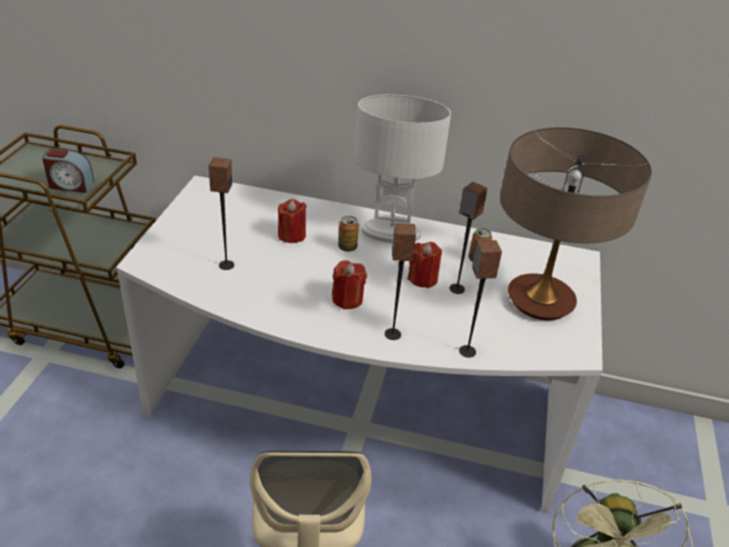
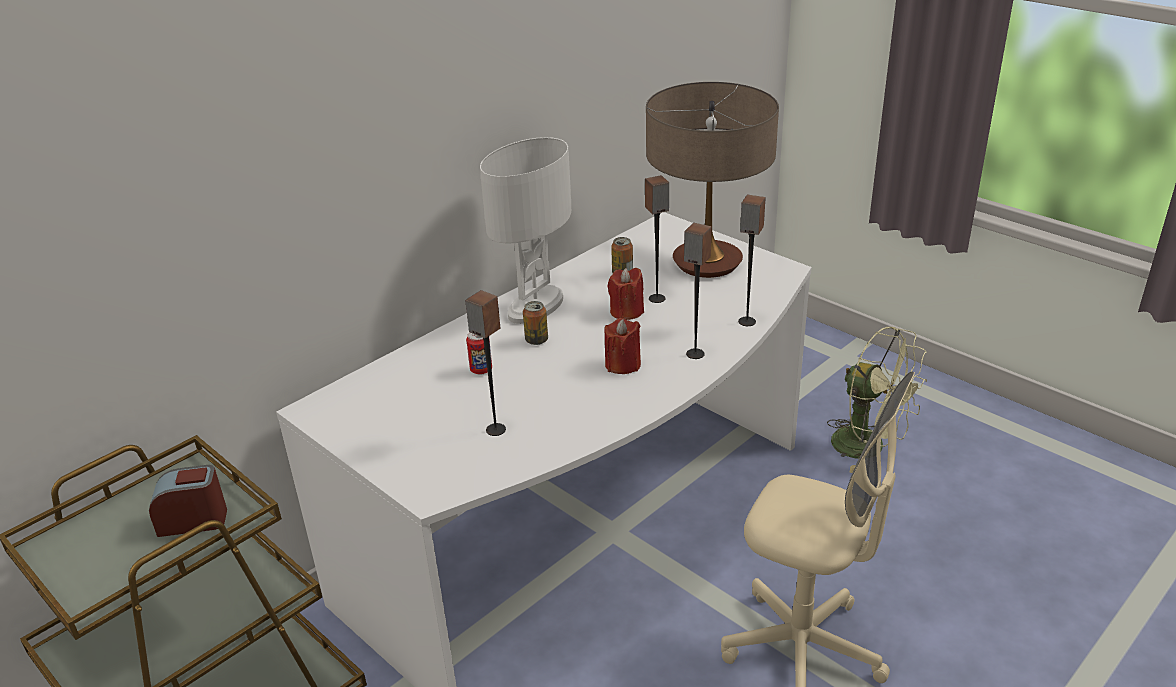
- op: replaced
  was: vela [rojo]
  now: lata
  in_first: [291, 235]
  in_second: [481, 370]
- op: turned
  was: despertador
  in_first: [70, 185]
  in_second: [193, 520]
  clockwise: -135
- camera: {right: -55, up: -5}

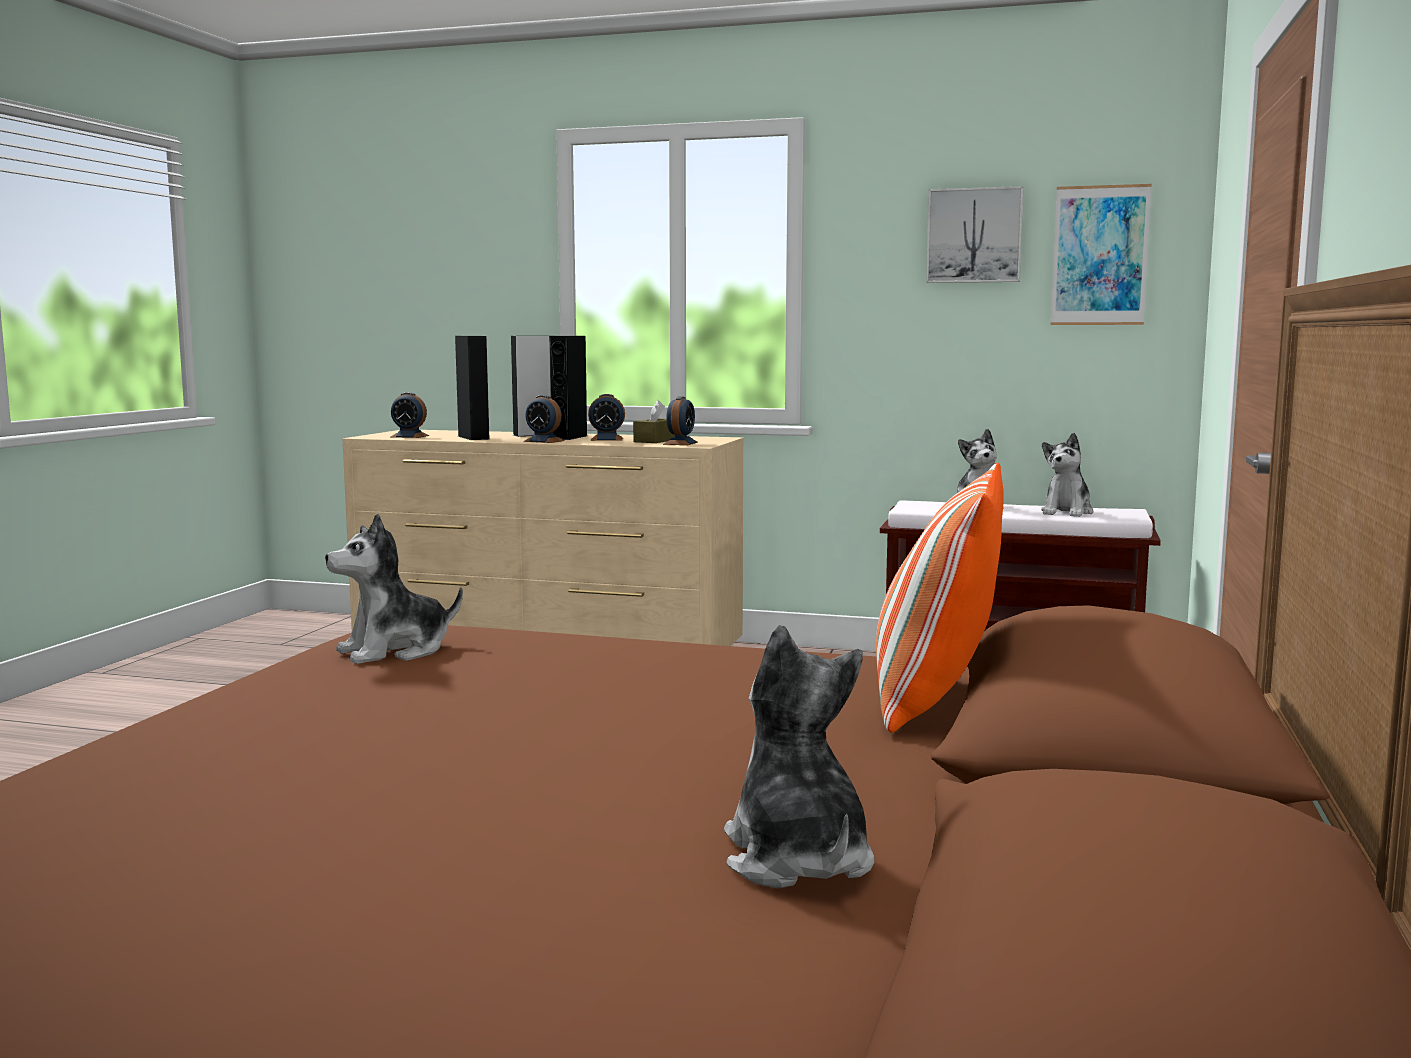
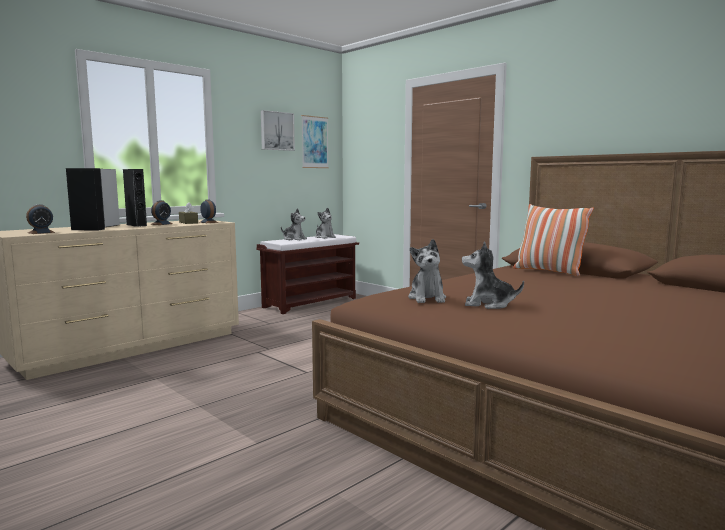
- op: removed
  was: despertador
  in_first: [544, 441]
- op: moved
  was: peluche
  in_first: [797, 860]
  in_second: [488, 304]
- camera: {right: -60, up: 0}

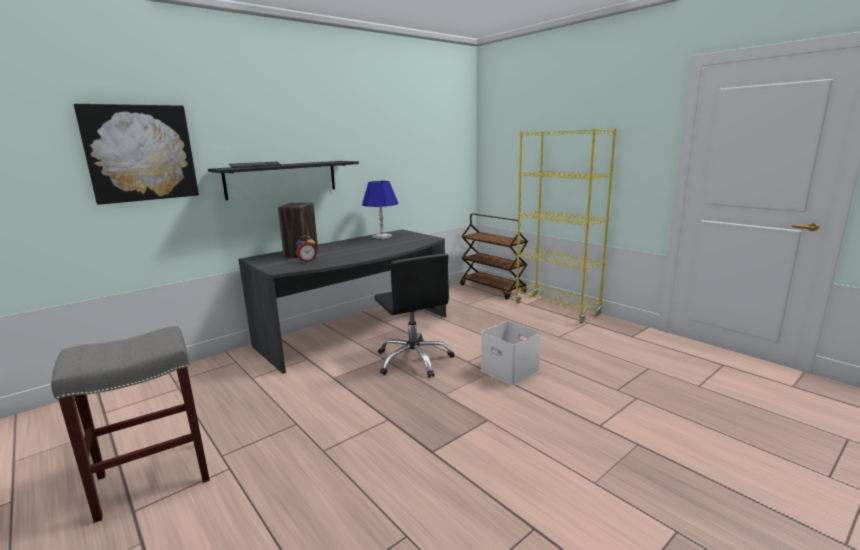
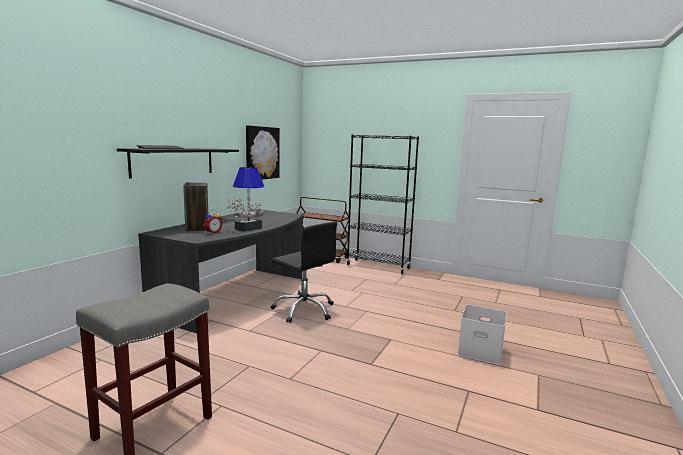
- op: added
  now: planta en maceta
  in_second: [245, 229]
- op: moved
  was: cuadro
  in_first: [140, 153]
  in_second: [262, 153]
- op: moved
  was: caja de almacenaje [blanco]
  in_first: [511, 371]
  in_second: [481, 351]
- op: recoloured
  was: estantería [amarillo]
  now: estantería [negro]
  in_first: [556, 309]
  in_second: [378, 267]
- camera: {right: -25, up: -5}

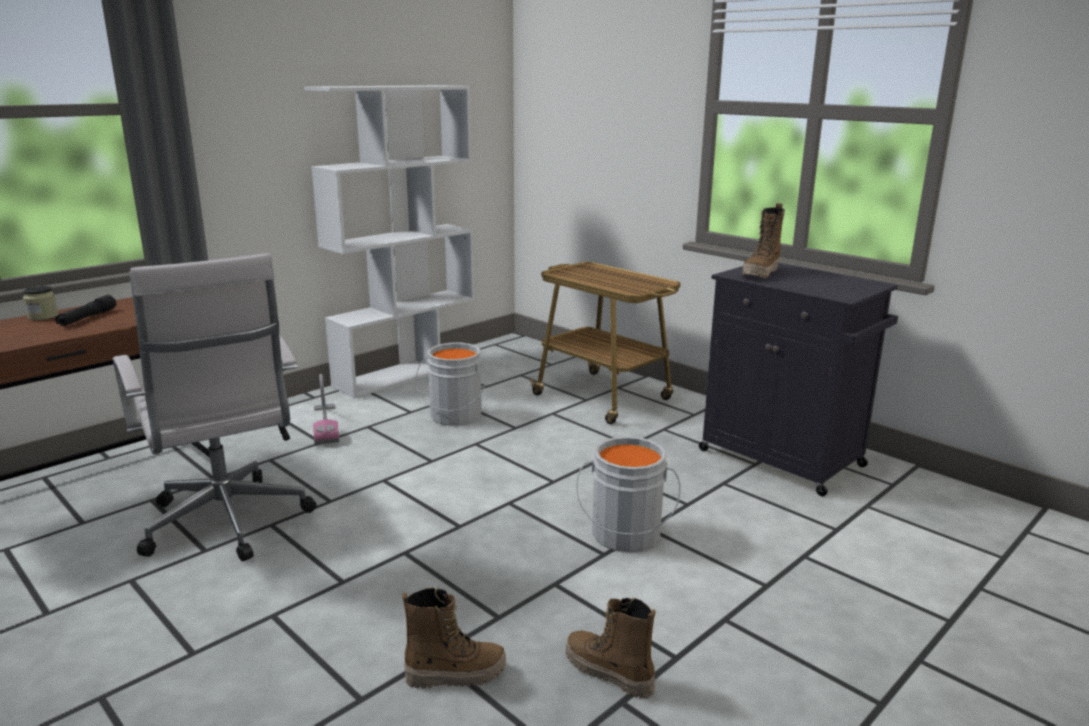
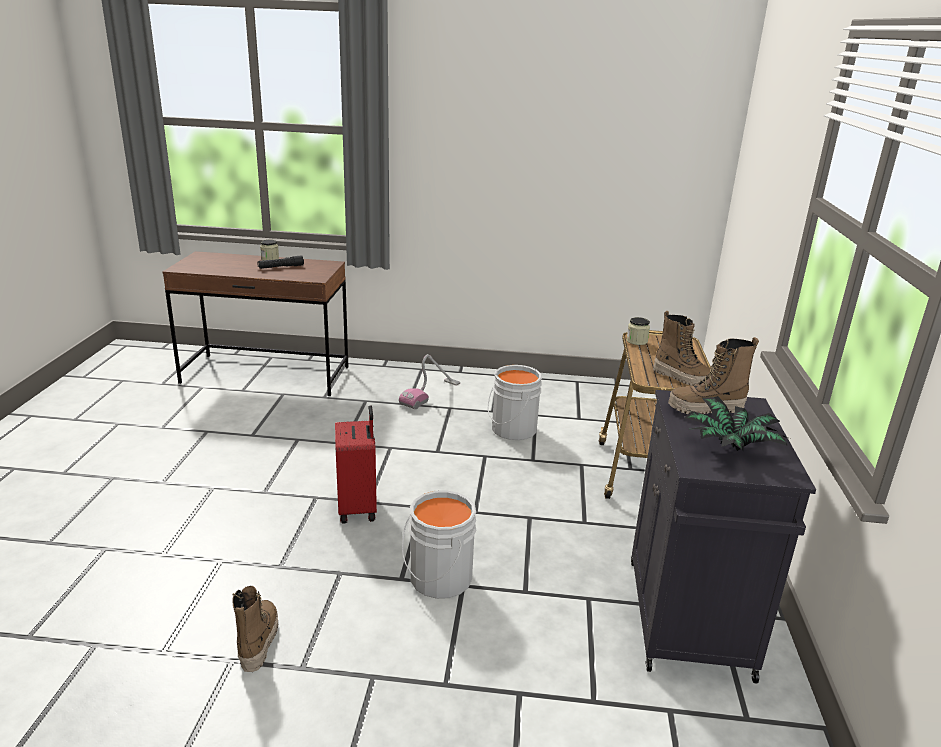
- op: removed
  was: silla de oficina [blanco]
  in_first: [228, 525]
- op: removed
  was: estantería [blanco]
  in_first: [406, 372]
- op: added
  now: maleta [rojo]
  in_second: [358, 508]
- op: added
  now: tarro
  in_second: [636, 341]
- op: added
  now: planta en maceta
  in_second: [729, 447]
- op: moved
  was: bota
  in_first: [456, 674]
  in_second: [682, 377]
- camera: {right: 50, up: 5}

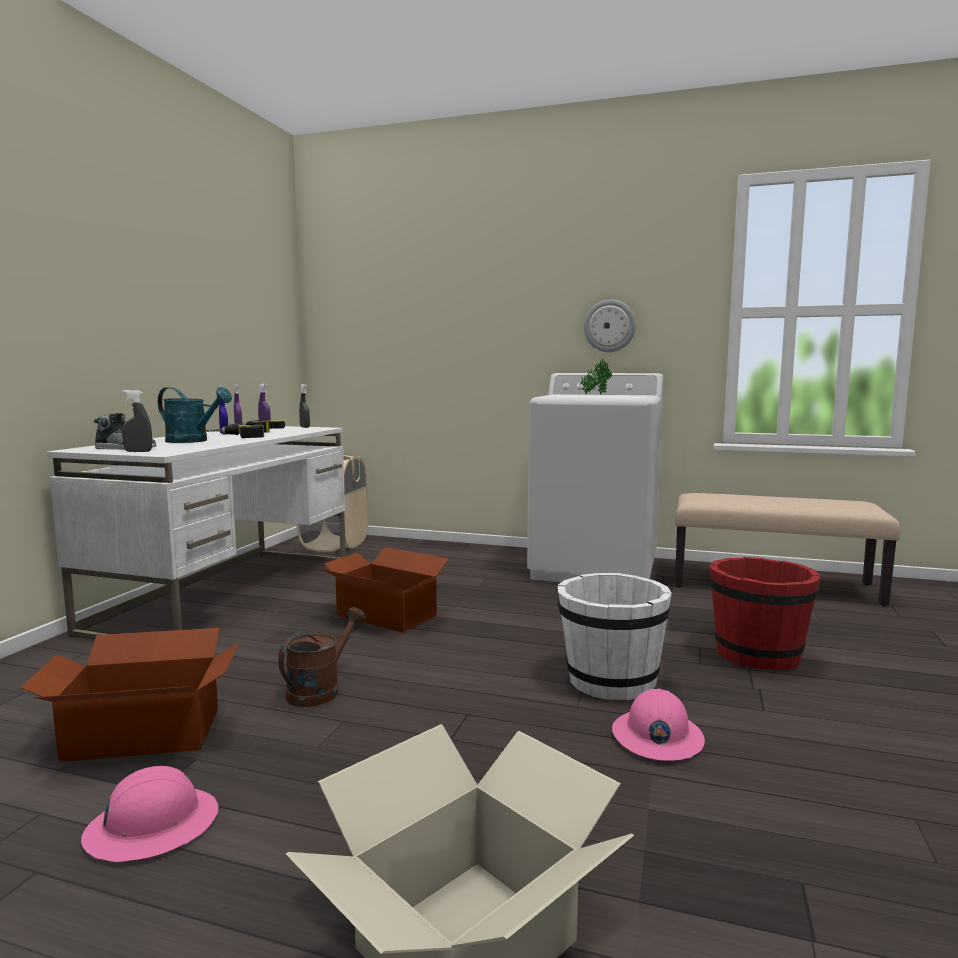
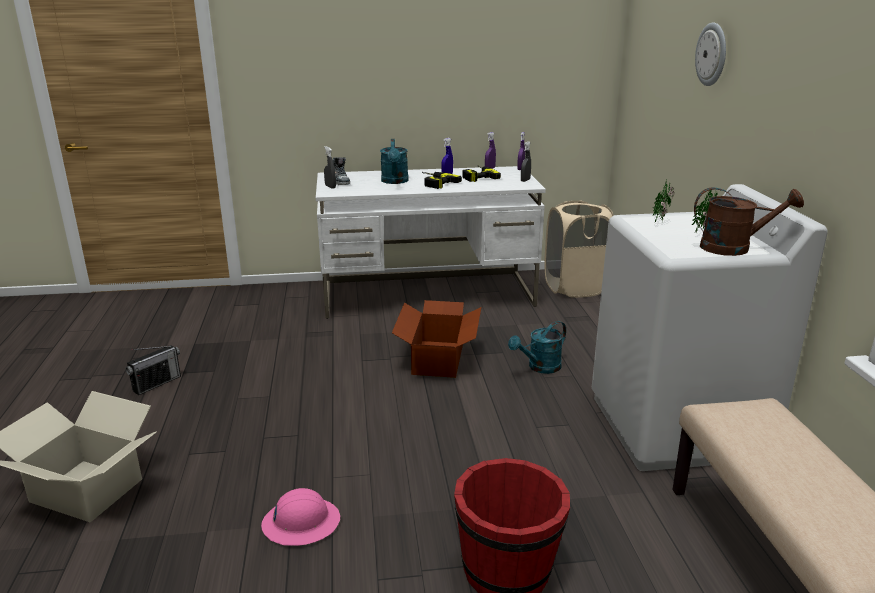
- op: removed
  was: caja de cartón
  in_first: [143, 733]
- op: removed
  was: cubo [blanco]
  in_first: [610, 681]
- op: added
  now: regadera [turquesa]
  in_second: [540, 367]
- op: added
  now: planta en maceta
  in_second: [659, 220]
- op: moved
  was: regadera [marrón]
  in_first: [320, 689]
  in_second: [734, 248]
- op: moved
  was: reloj de pared
  in_first: [609, 326]
  in_second: [712, 54]
- op: replaced
  was: casco [rosa]
  now: radio
  in_first: [152, 826]
  in_second: [157, 383]
- camera: {right: 65, up: 15}

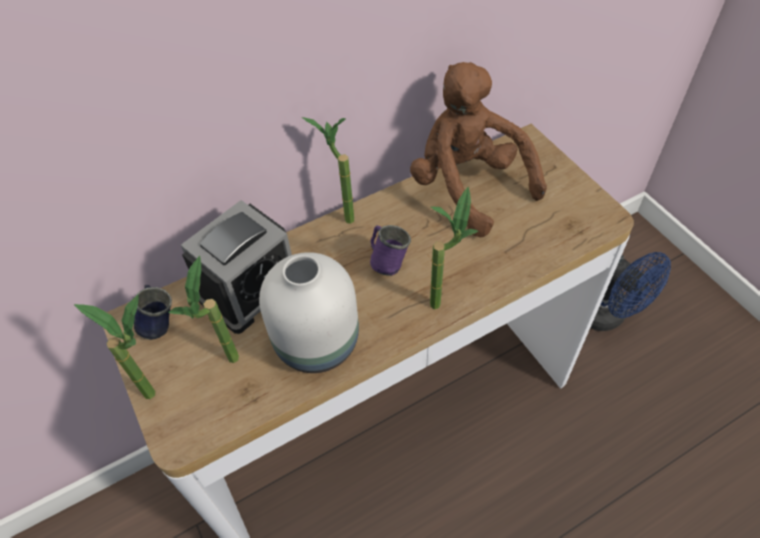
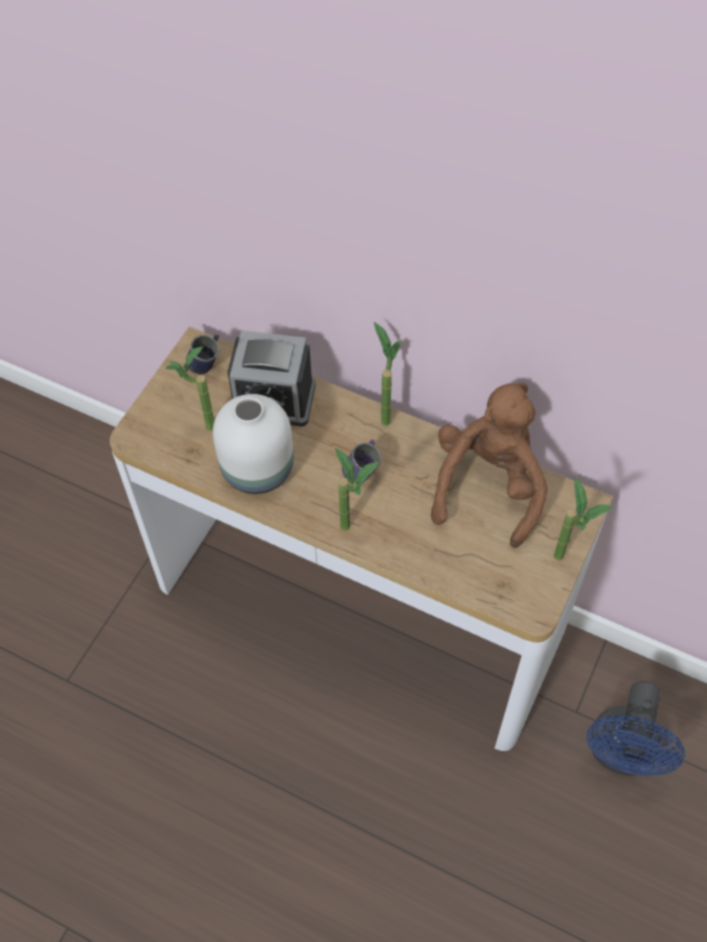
- op: moved
  was: planta en maceta
  in_first: [162, 392]
  in_second: [566, 563]
- camera: {right: 55, up: 5}

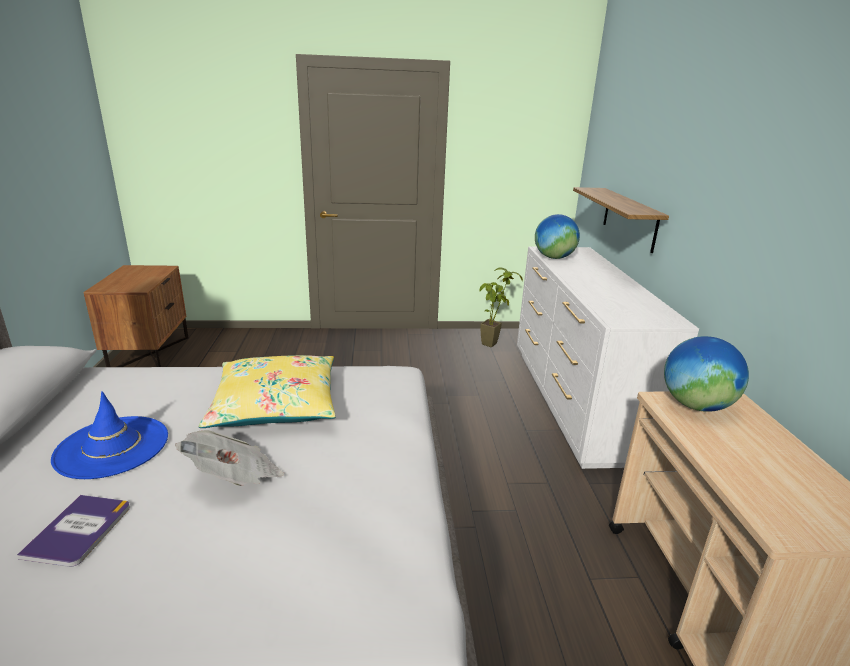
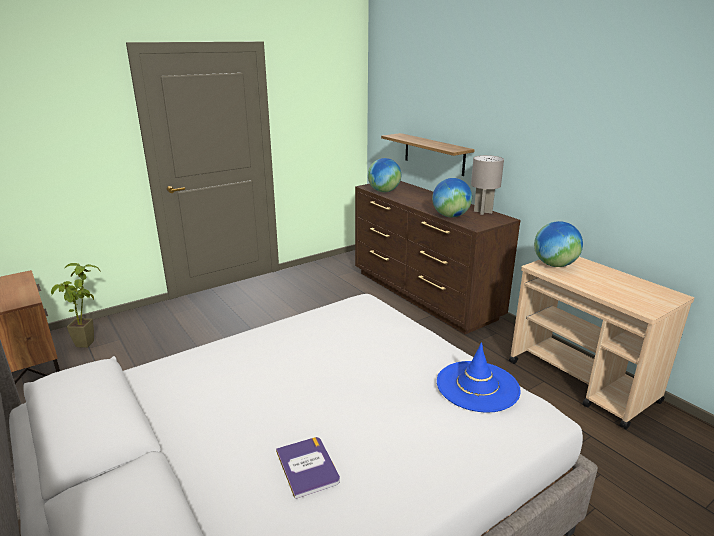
- op: removed
  was: periódico
  in_first: [235, 478]
- op: removed
  was: cojín [amarillo]
  in_first: [275, 404]
- op: added
  now: globo terráqueo
  in_second: [450, 216]
- op: added
  now: lámpara de mesa [gris]
  in_second: [482, 212]
- op: moved
  was: sombrero [azul]
  in_first: [112, 447]
  in_second: [477, 386]
- op: moved
  was: planta en maceta
  in_first: [493, 343]
  in_second: [90, 341]
- op: recoloured
  was: cómoda [blanco]
  now: cómoda [marrón]
  in_first: [574, 402]
  in_second: [424, 295]
- camera: {right: -30, up: 0}

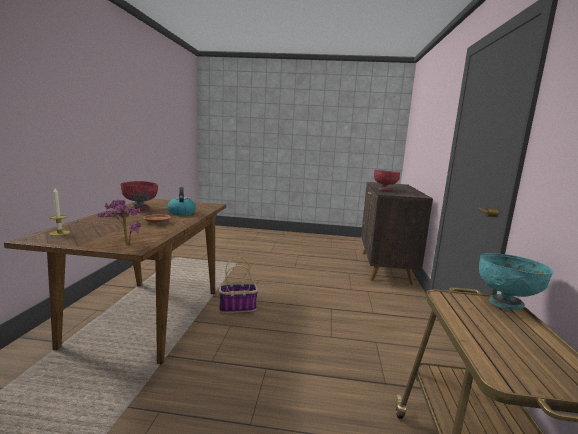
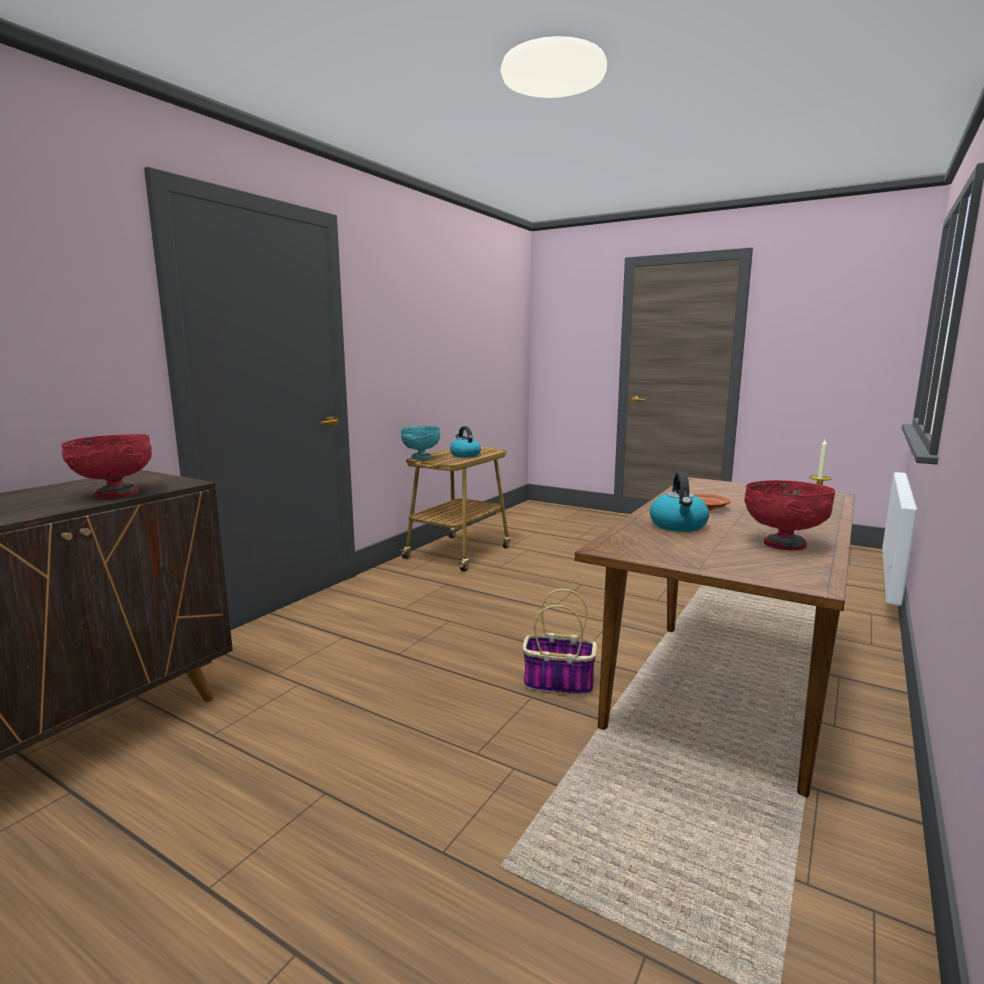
- op: removed
  was: planta en maceta
  in_first: [123, 244]
- op: added
  now: hervidor
  in_second: [465, 455]
- camera: {right: -155, up: 0}

